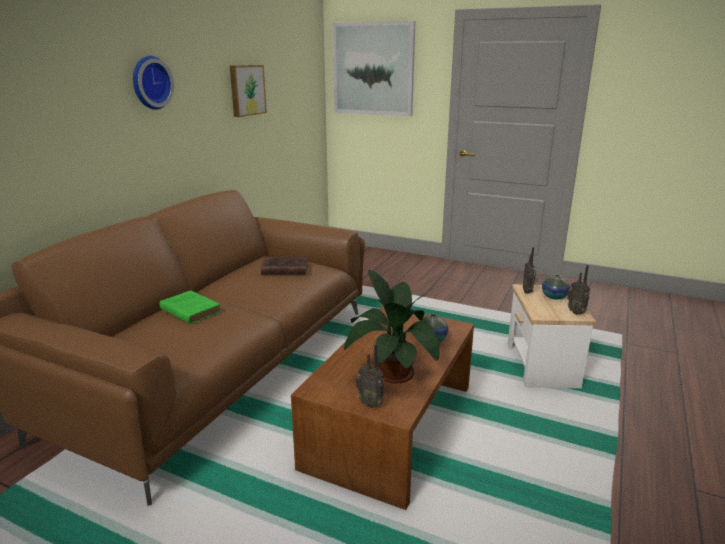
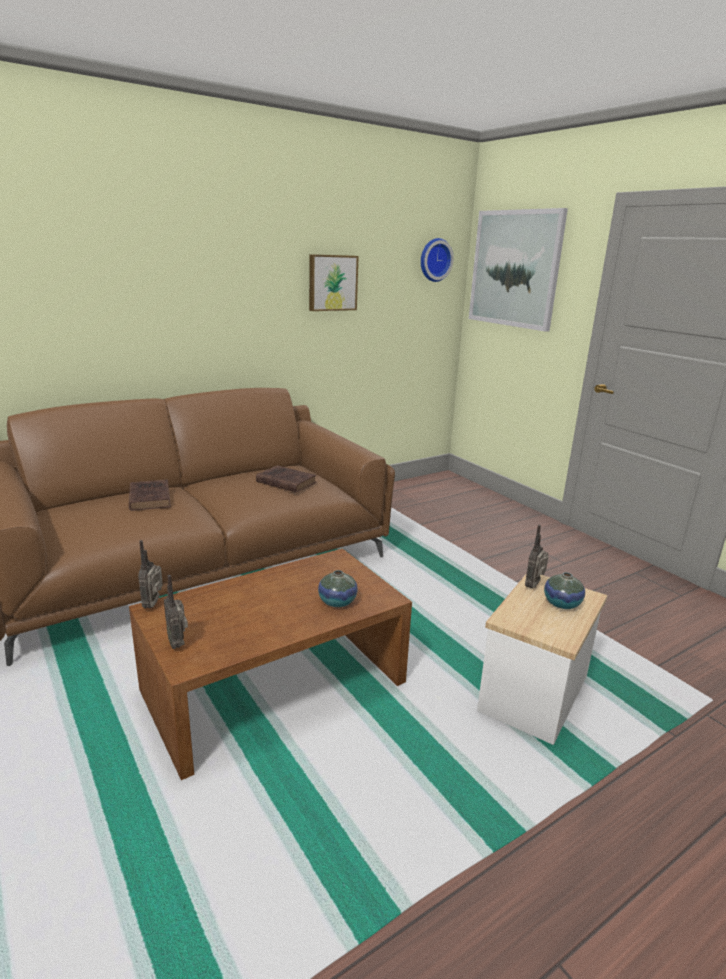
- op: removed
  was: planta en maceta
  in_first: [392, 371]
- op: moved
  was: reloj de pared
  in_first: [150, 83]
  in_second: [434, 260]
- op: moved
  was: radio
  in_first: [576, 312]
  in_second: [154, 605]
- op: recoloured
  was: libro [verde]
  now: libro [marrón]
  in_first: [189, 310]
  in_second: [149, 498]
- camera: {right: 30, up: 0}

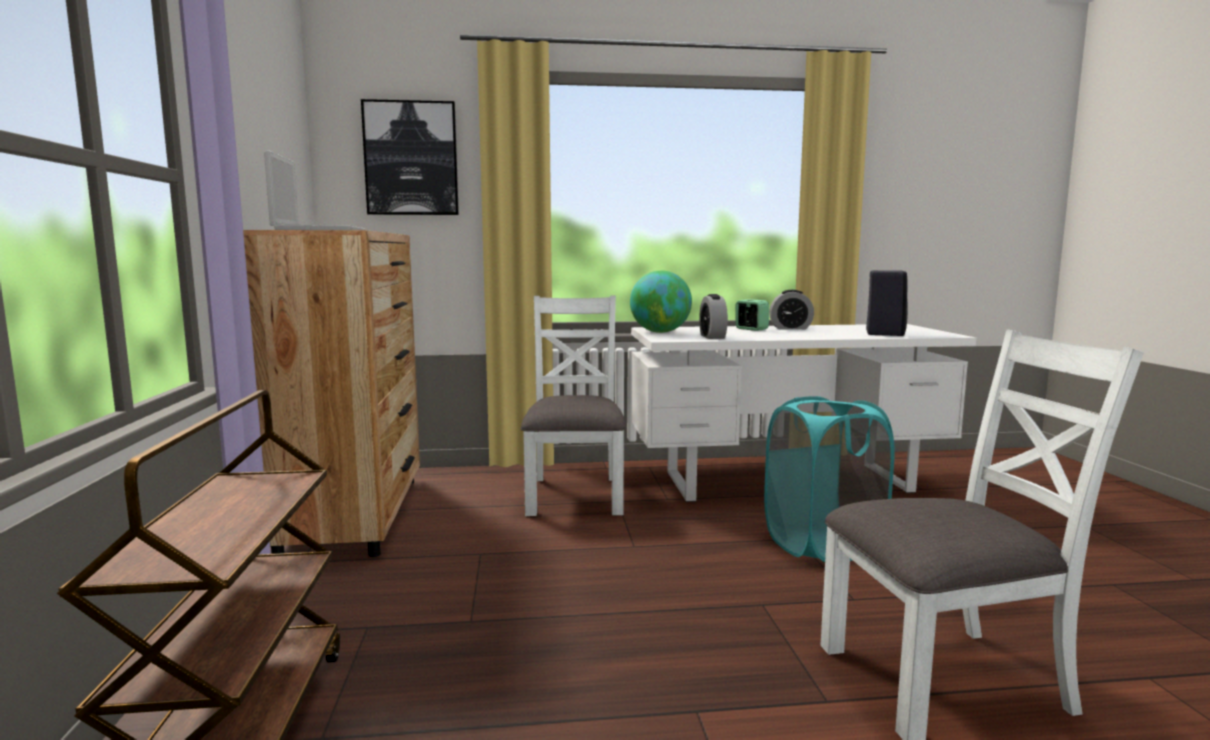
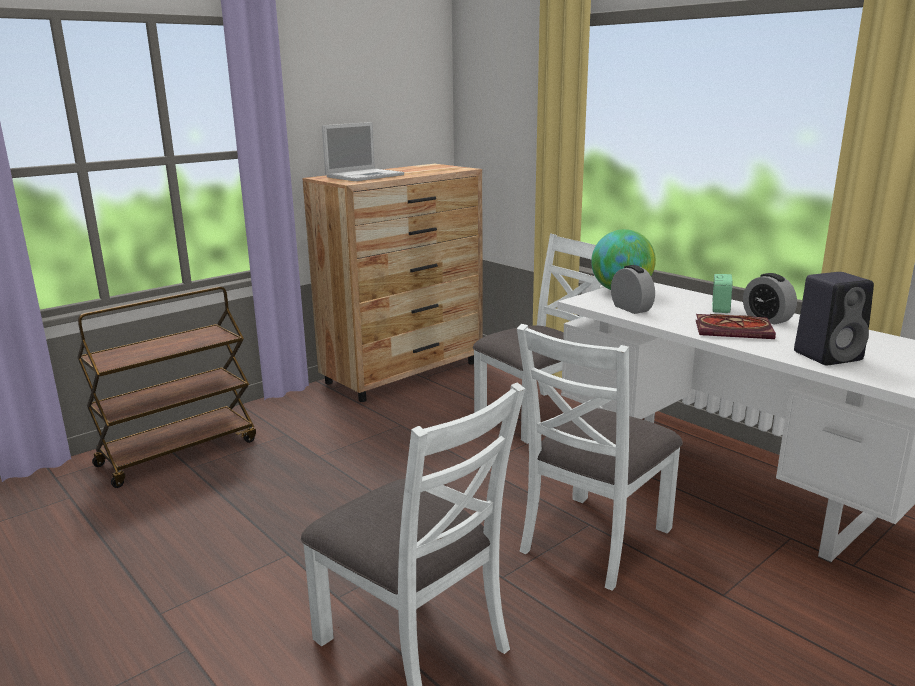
- op: removed
  was: cuadro
  in_first: [411, 159]
- op: added
  now: libro
  in_second: [735, 330]
- op: replaced
  was: cesto de la ropa [turquesa]
  now: silla [blanco]
  in_first: [822, 544]
  in_second: [594, 539]
- op: turned
  was: despertador
  in_first: [712, 337]
  in_second: [631, 308]
  clockwise: 105
- camera: {right: 55, up: 10}

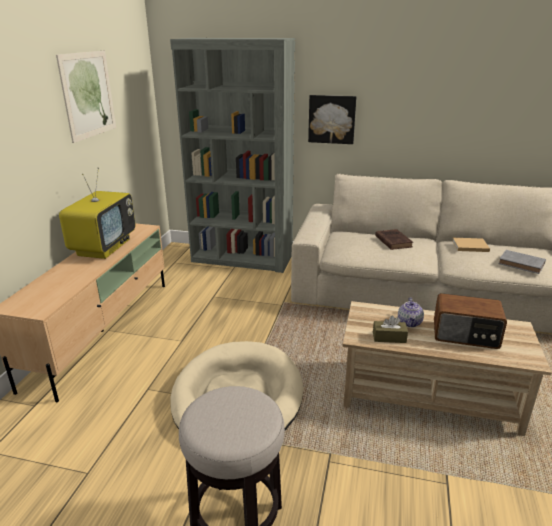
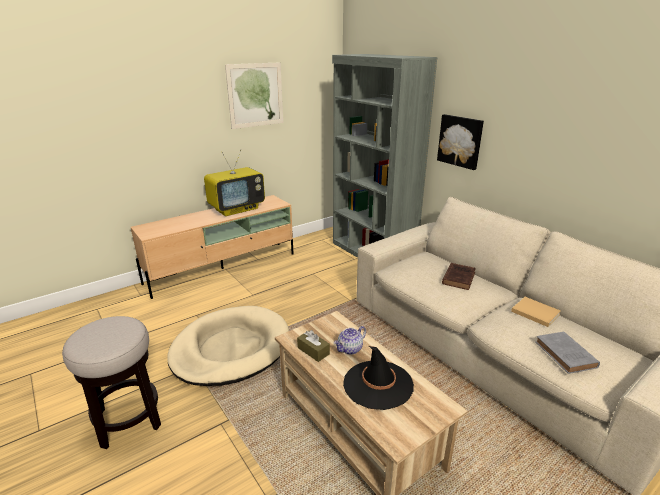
- op: replaced
  was: radio
  now: sombrero [negro]
  in_first: [465, 335]
  in_second: [378, 384]
- camera: {right: 40, up: 0}

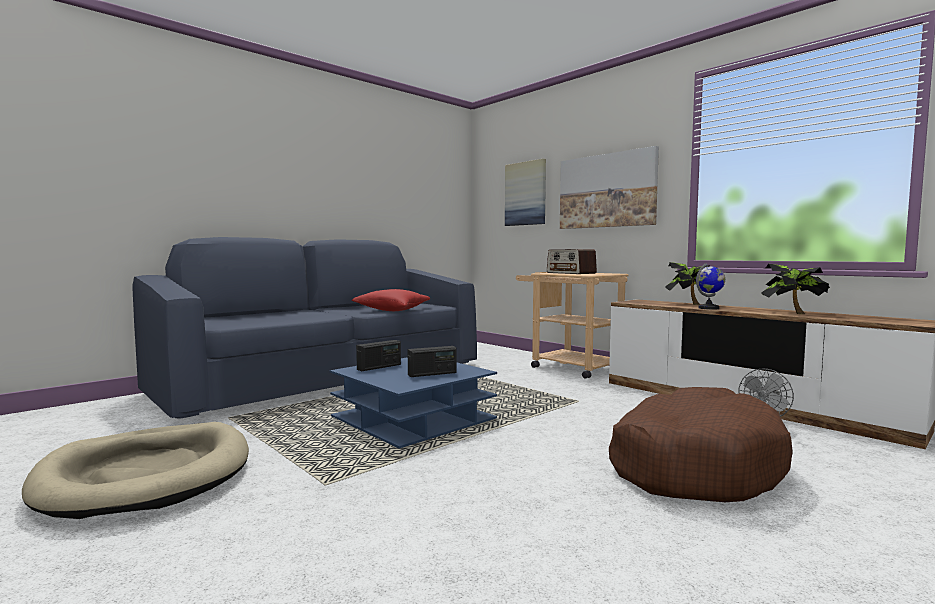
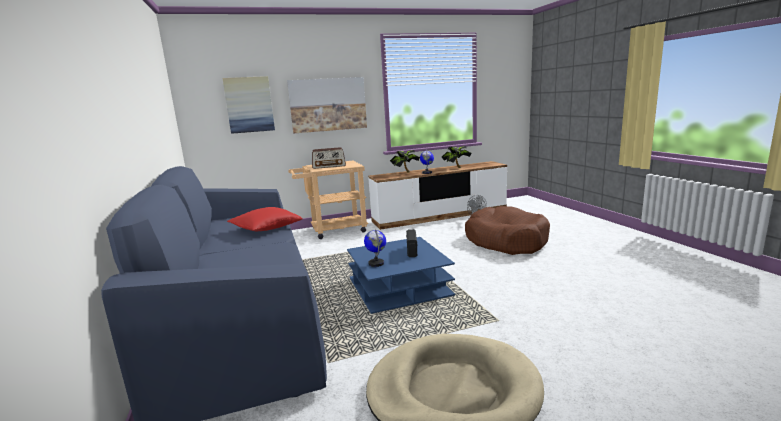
- op: replaced
  was: radio
  now: globo terráqueo
  in_first: [379, 367]
  in_second: [376, 263]
- camera: {right: -65, up: 10}

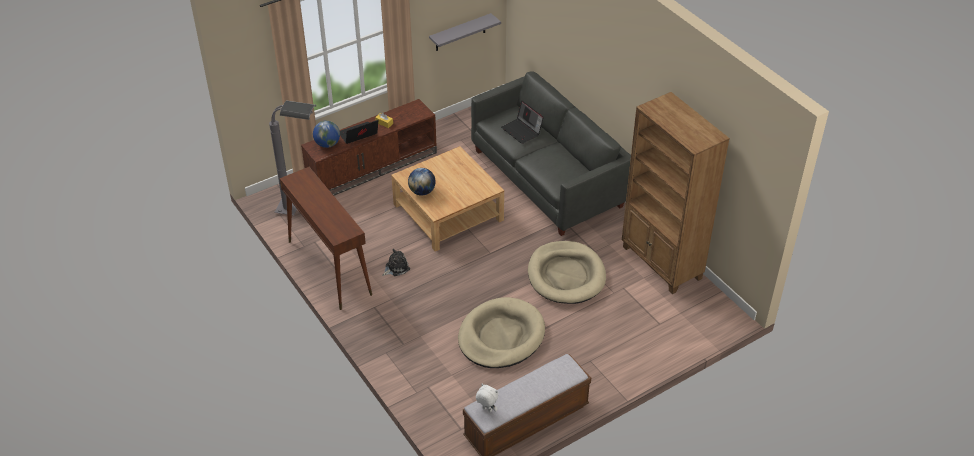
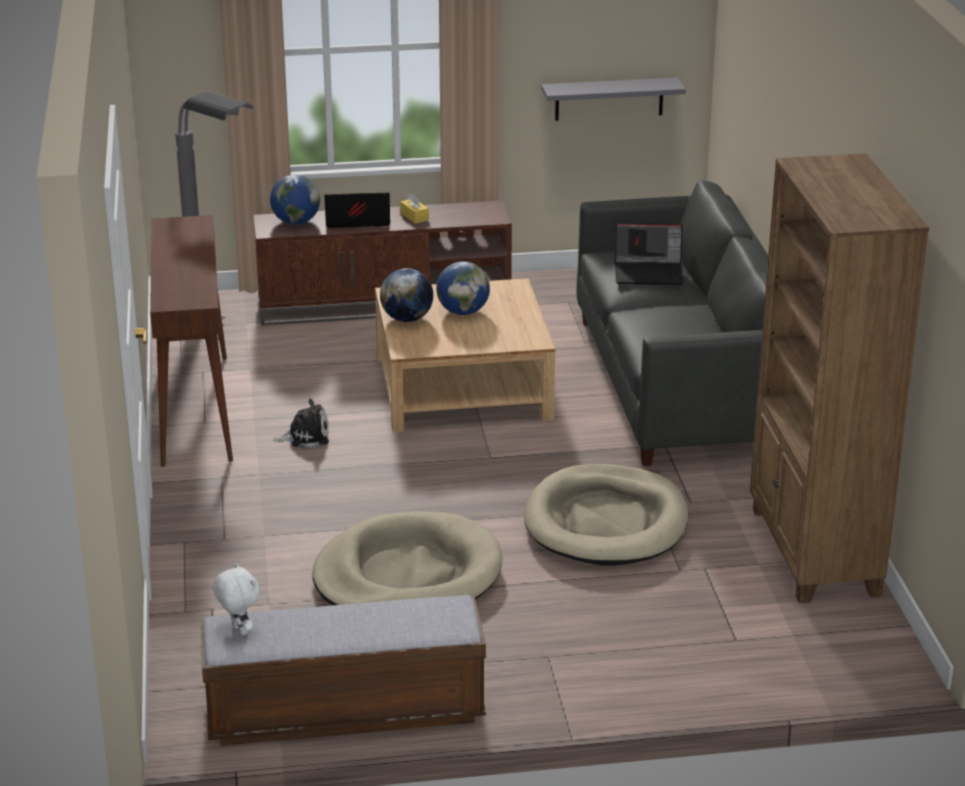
- op: added
  now: globo terráqueo
  in_second: [463, 312]
- op: turned
  was: portátil
  in_first: [522, 131]
  in_second: [649, 273]
  clockwise: -75
- camera: {right: 25, up: -15}

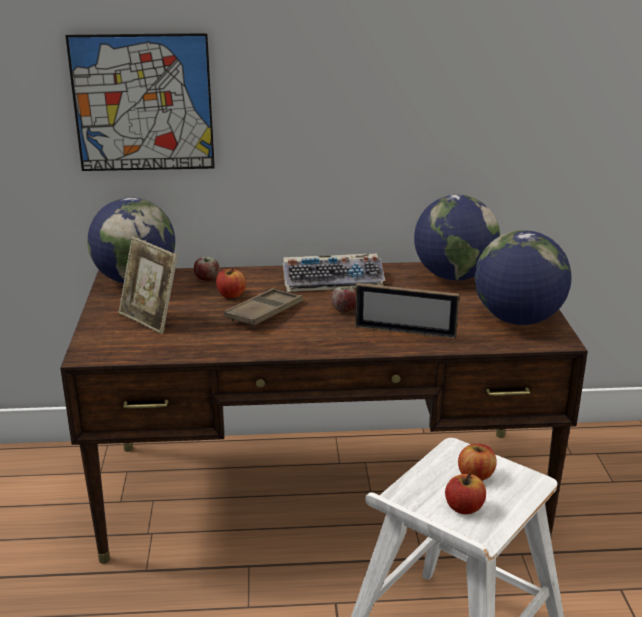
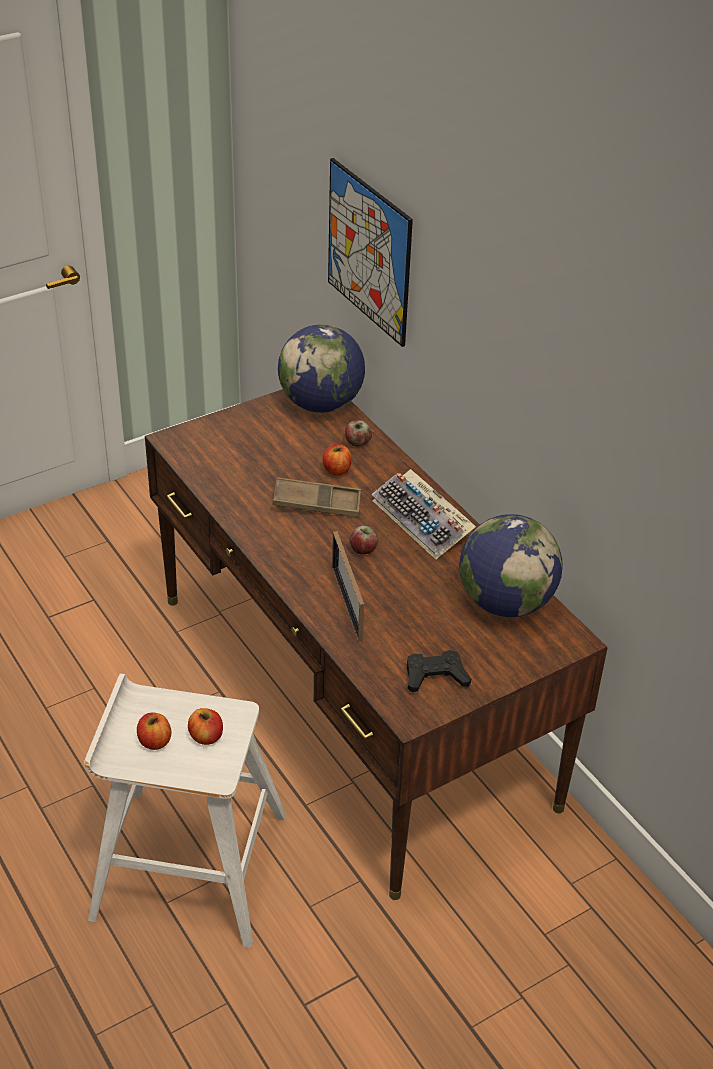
- op: removed
  was: portarretratos
  in_first: [150, 319]
- op: replaced
  was: globo terráqueo
  now: mando de consola [negro]
  in_first: [518, 320]
  in_second: [435, 676]
- camera: {right: 60, up: 15}

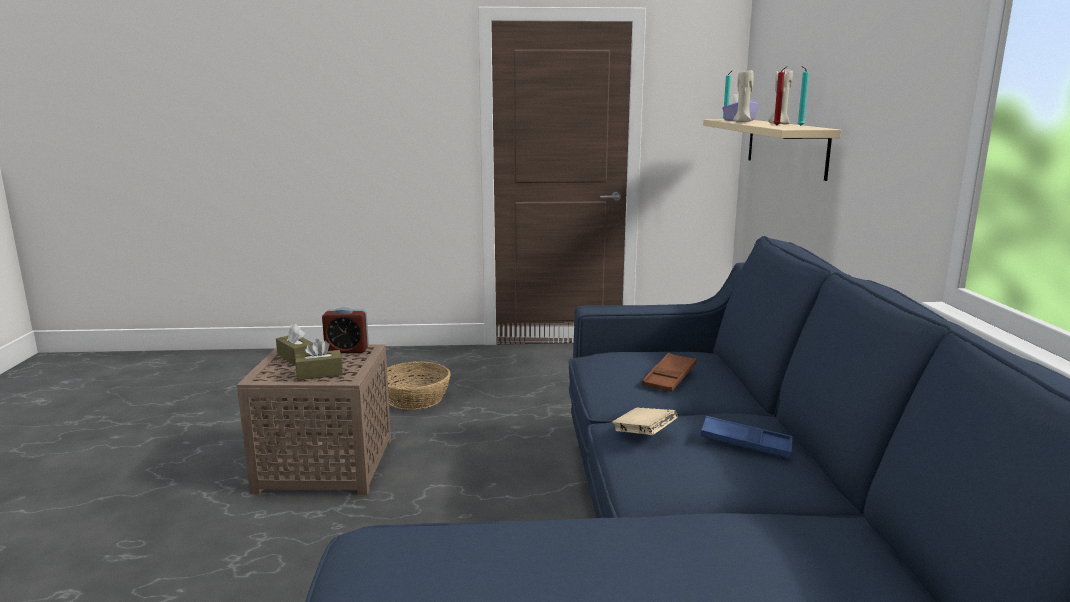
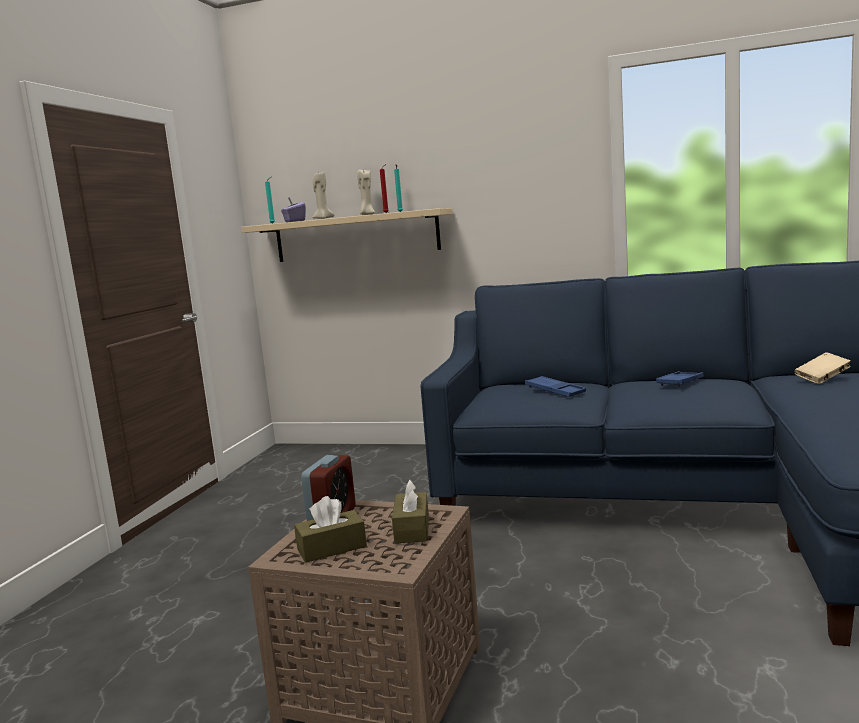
- op: removed
  was: cesta
  in_first: [415, 398]
- op: moved
  was: libro [beis]
  in_first: [643, 434]
  in_second: [822, 379]
- op: recoloured
  was: bandeja [marrón]
  now: bandeja [azul]
  in_first: [669, 377]
  in_second: [555, 391]
- camera: {right: -70, up: -5}

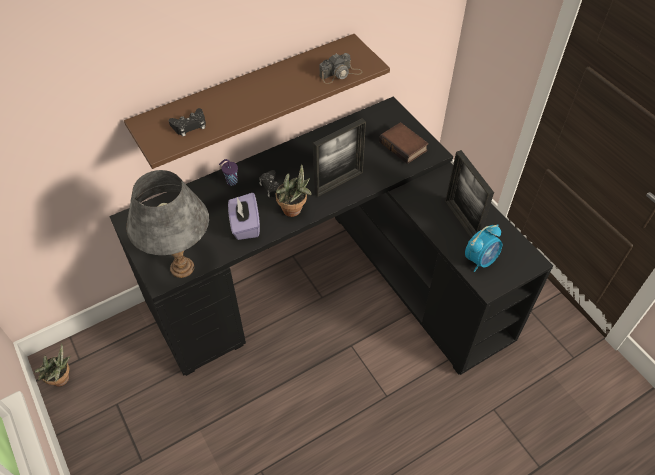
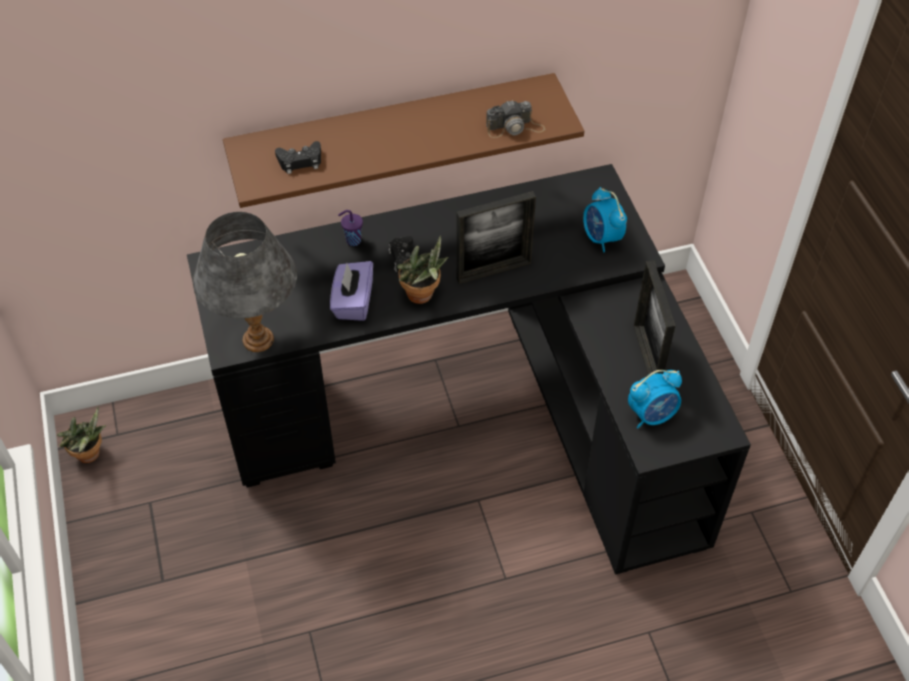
- op: replaced
  was: libro
  now: despertador
  in_first: [404, 146]
  in_second: [601, 238]
- camera: {right: 15, up: 0}

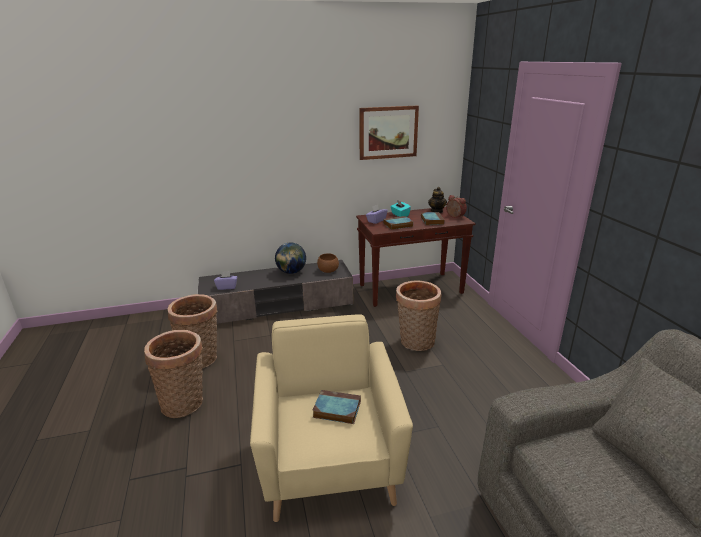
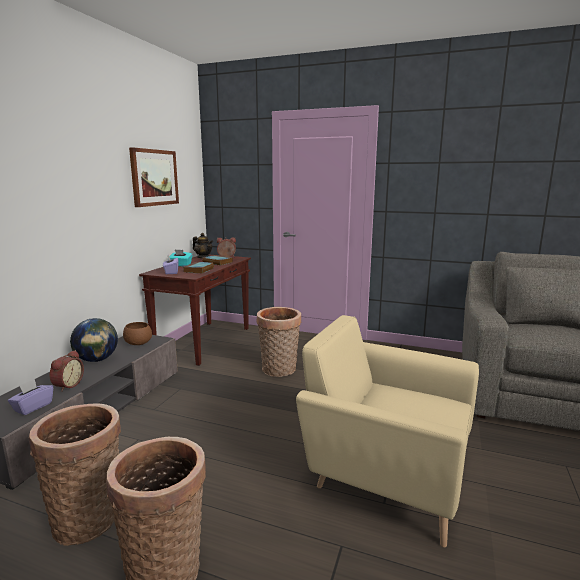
- op: removed
  was: libro
  in_first: [336, 410]
- op: added
  now: despertador
  in_second: [67, 385]
- camera: {right: -55, up: -10}

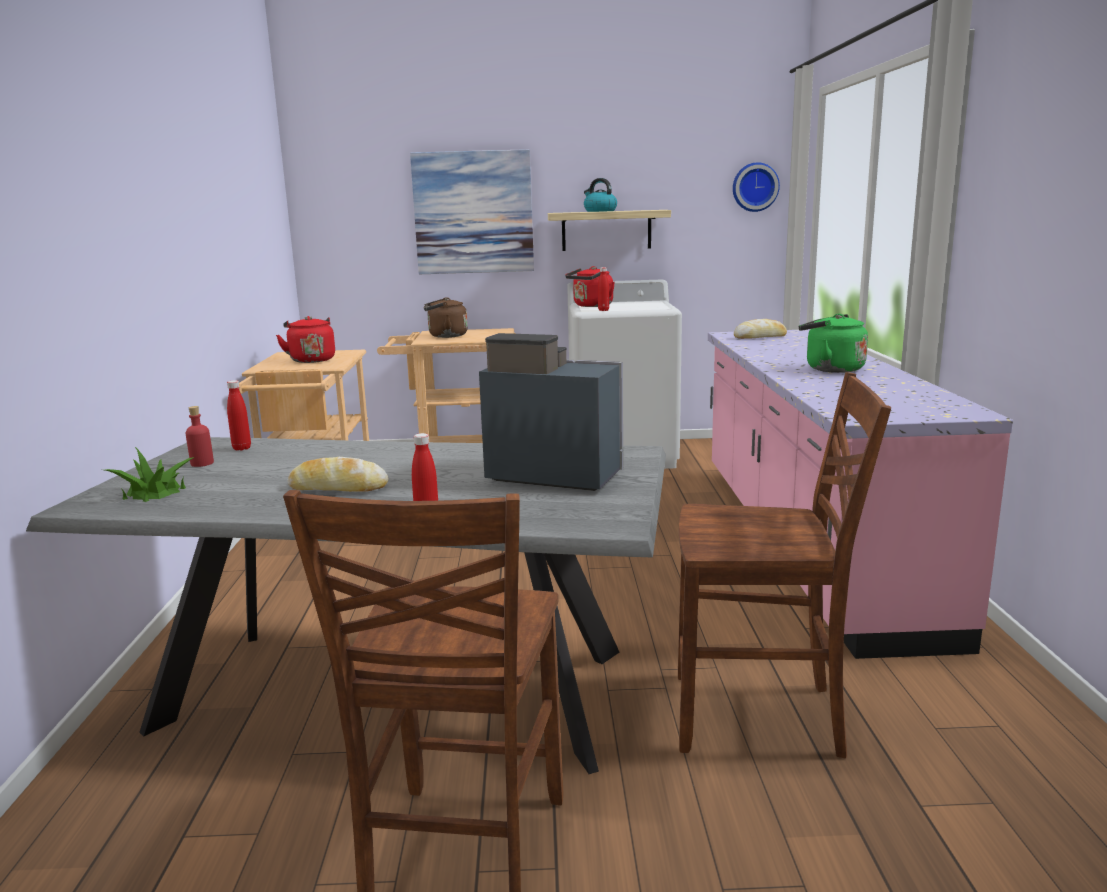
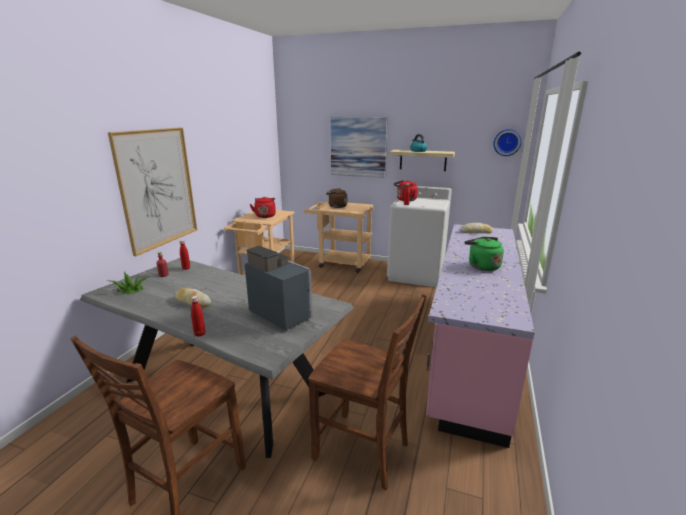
- op: added
  now: cuadro
  in_second: [157, 188]
- camera: {right: 20, up: 5}

